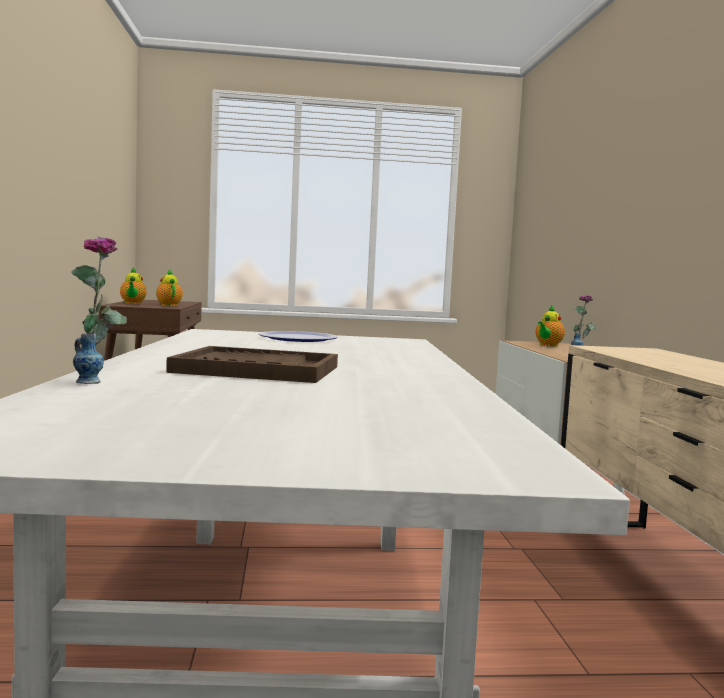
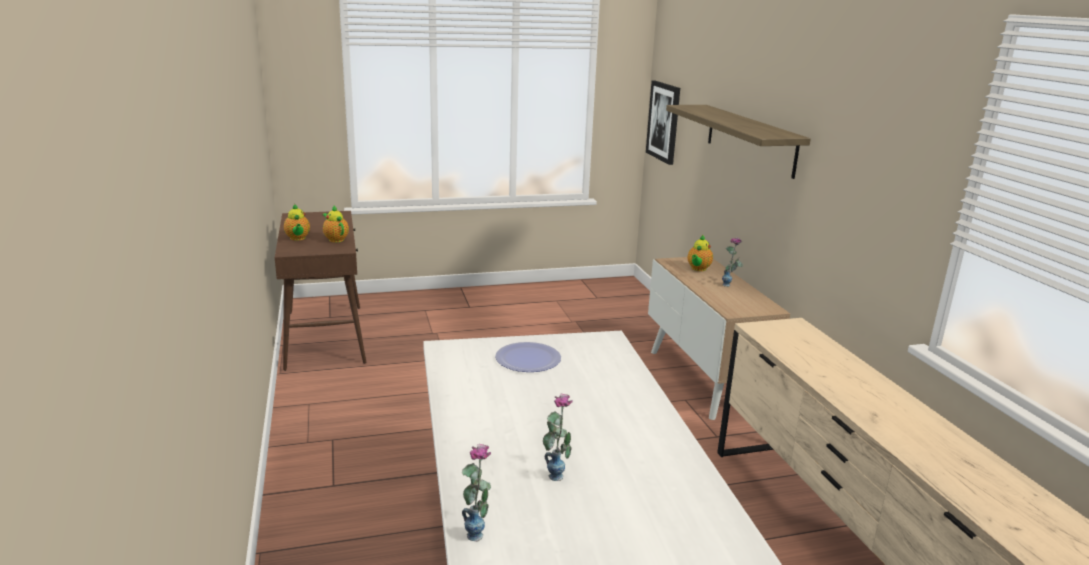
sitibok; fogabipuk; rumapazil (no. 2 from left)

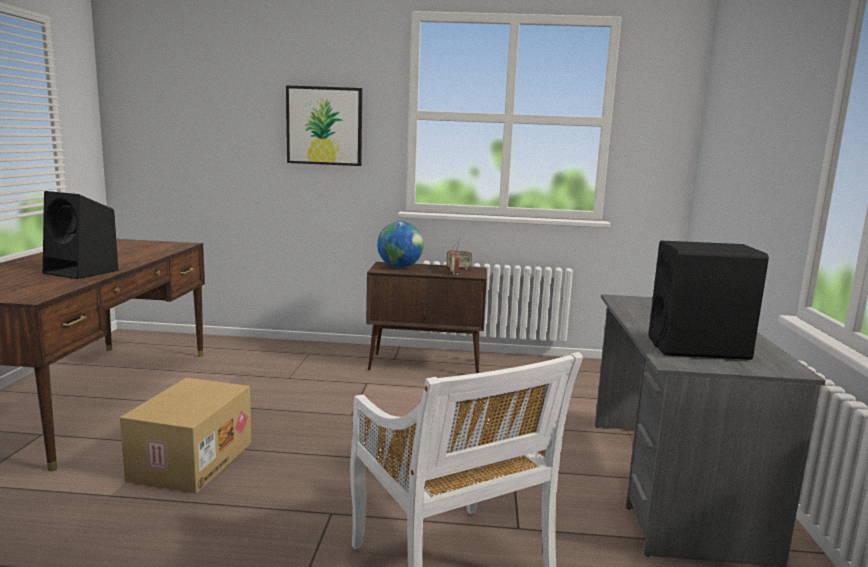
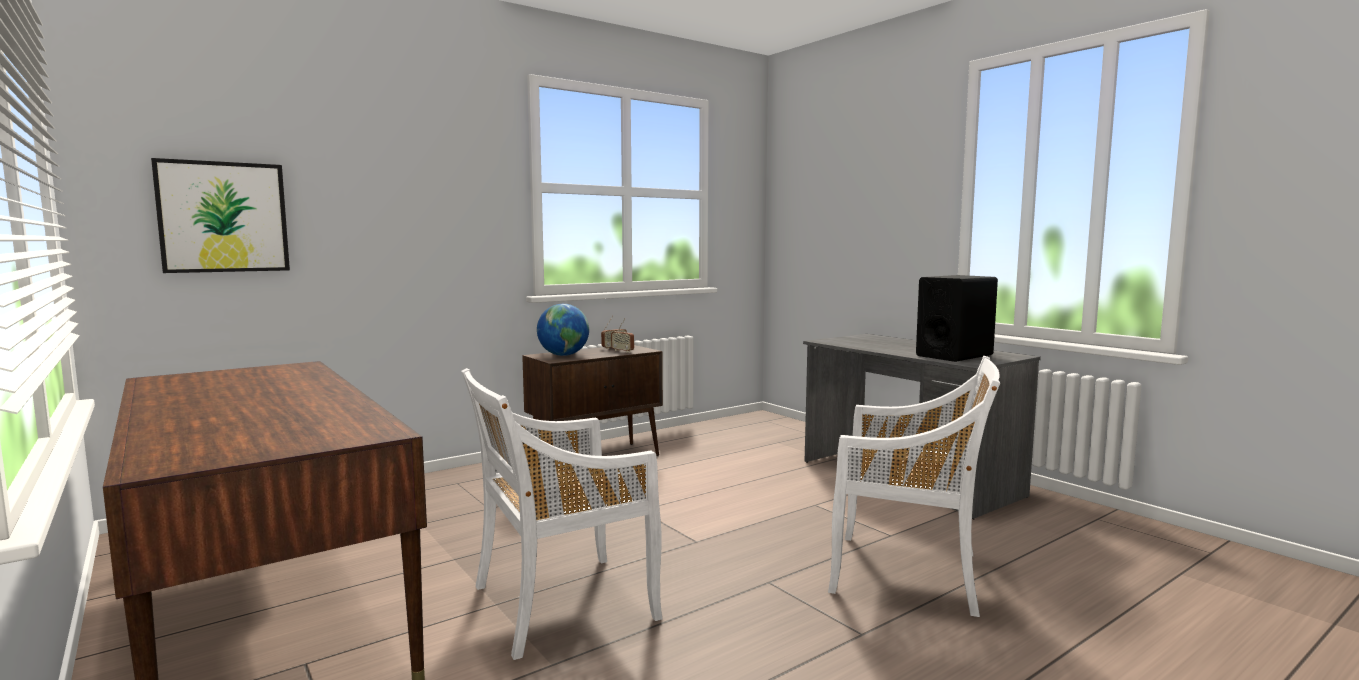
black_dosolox (no. 1 from left in the first image); sitibok; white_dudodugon (no. 1 from left)

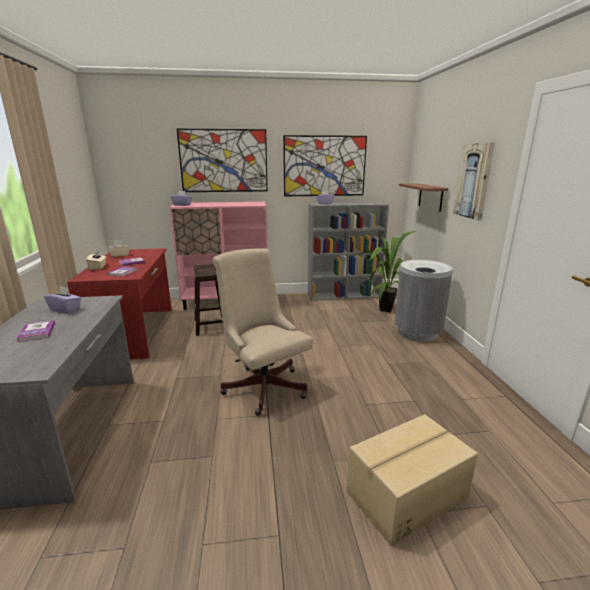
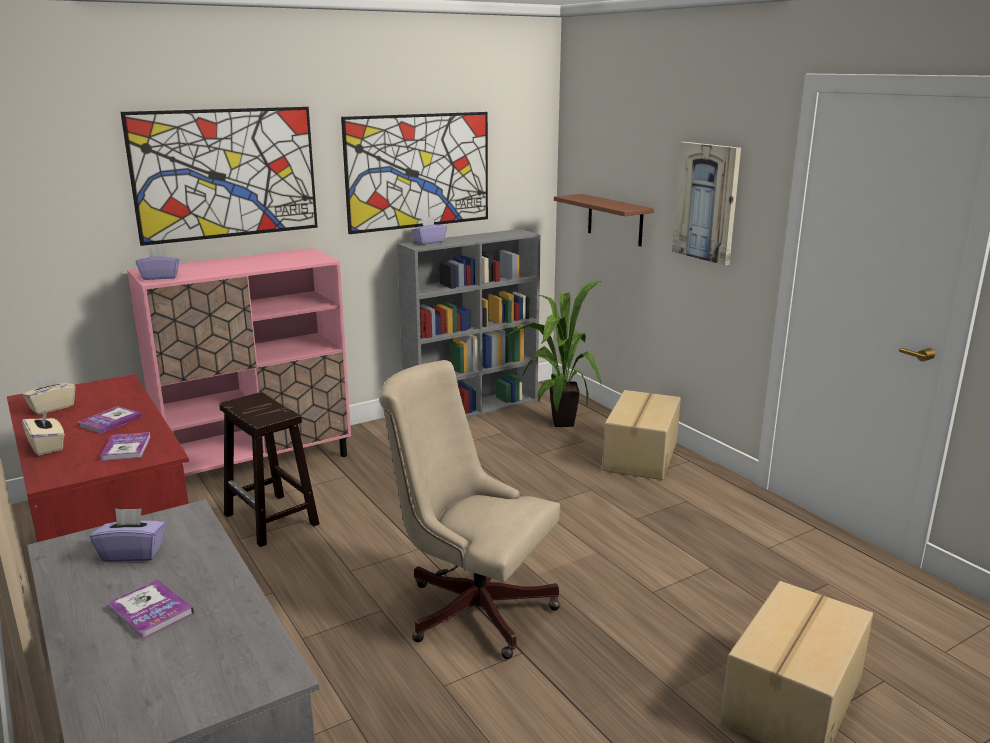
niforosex (no. 1 from left)

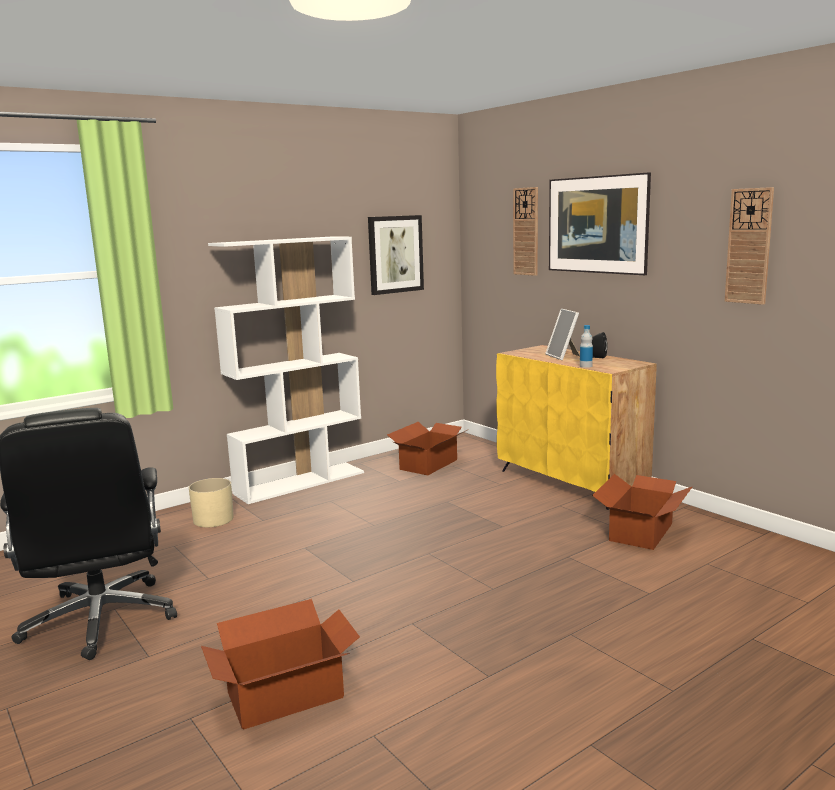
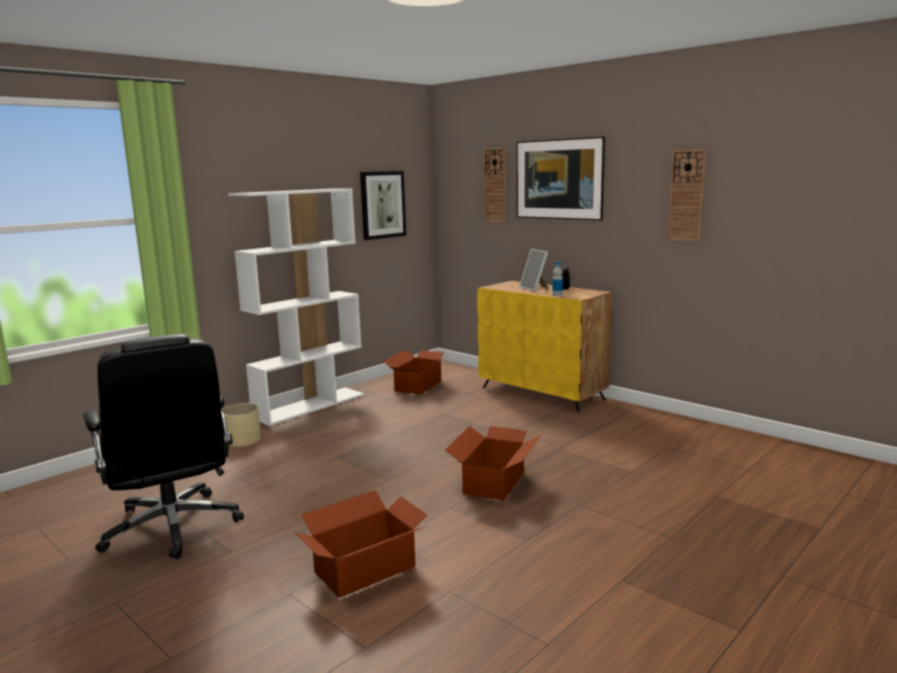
niforosex (no. 3 from left)

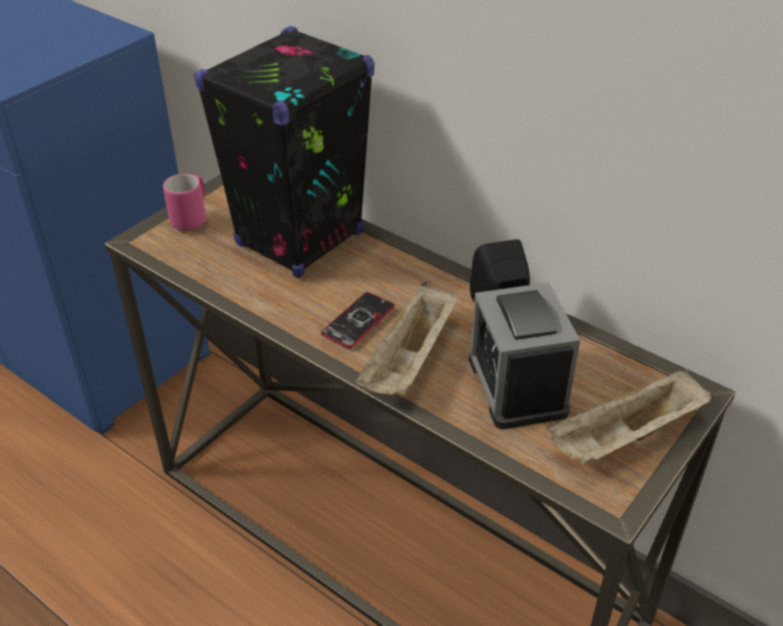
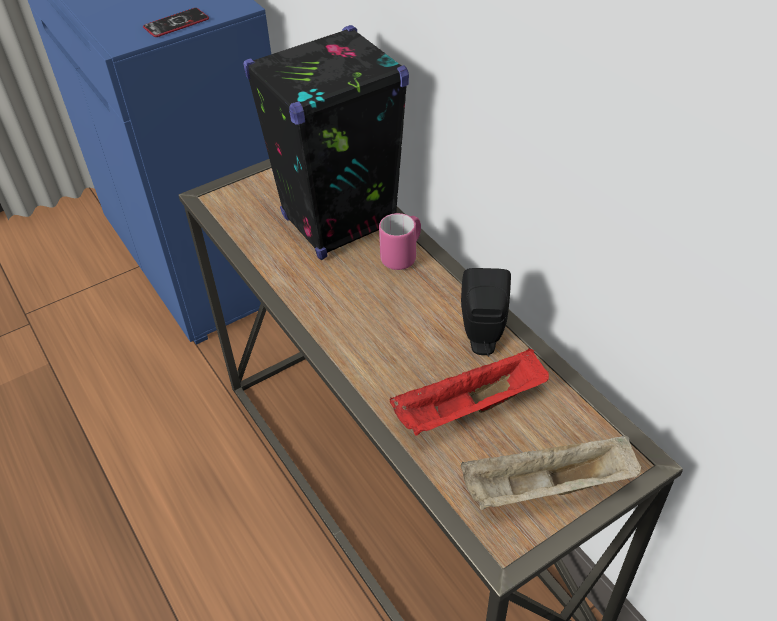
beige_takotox (no. 1 from left in the first image); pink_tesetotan; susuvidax; red_takotox

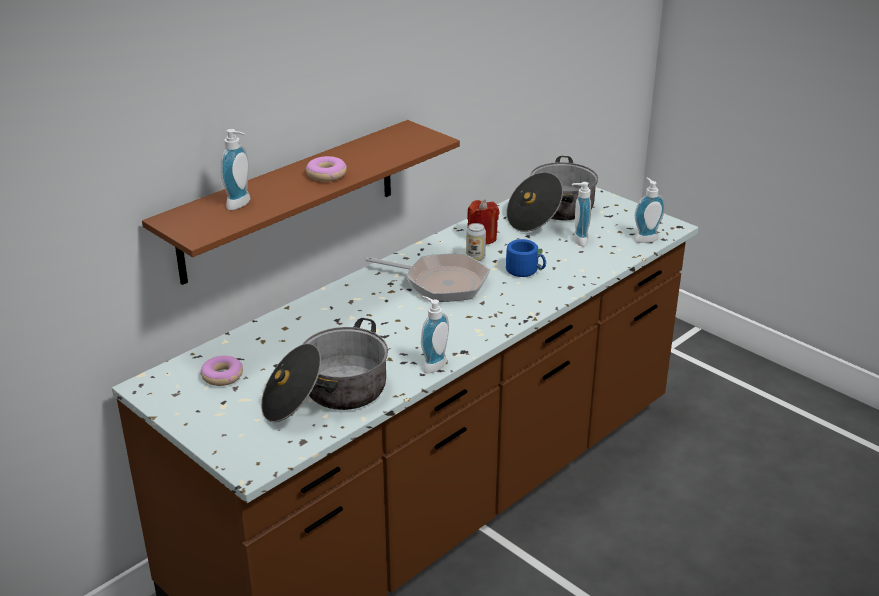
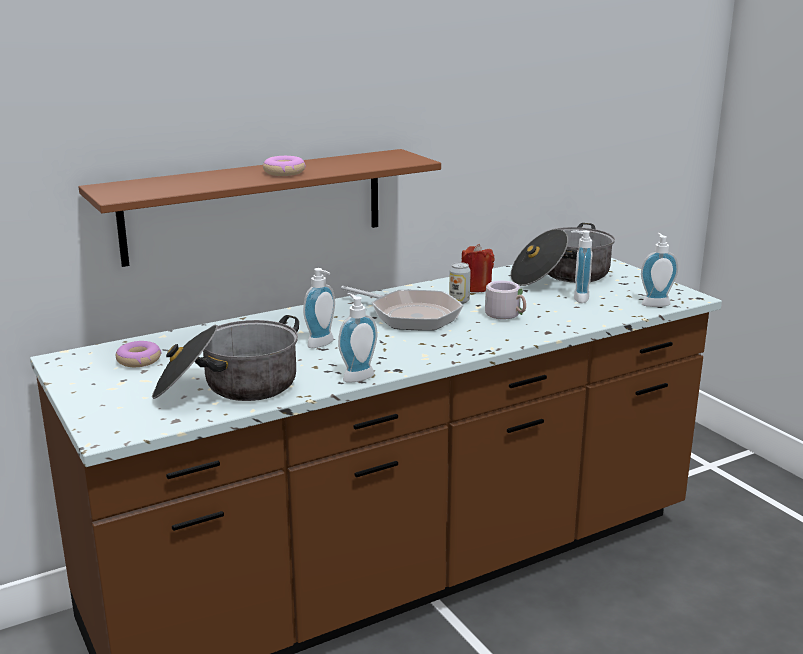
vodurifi (no. 1 from left); grey_tesetotan

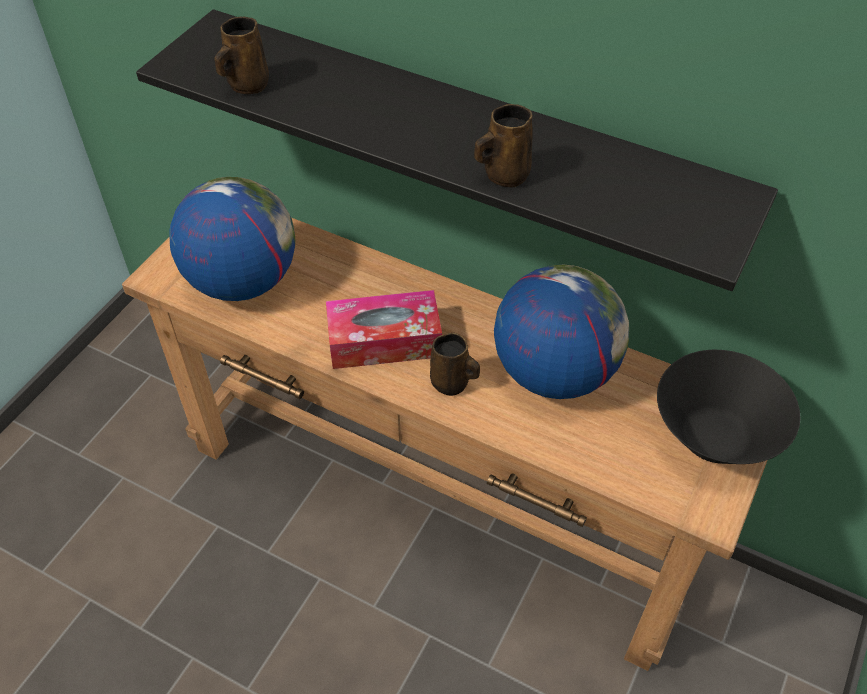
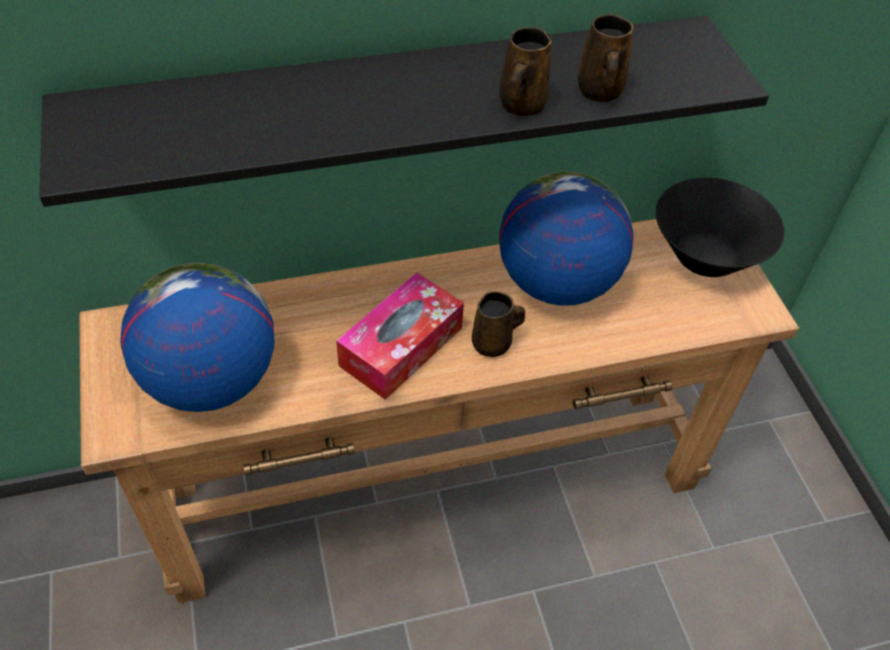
brown_tesetotan (no. 3 from left)

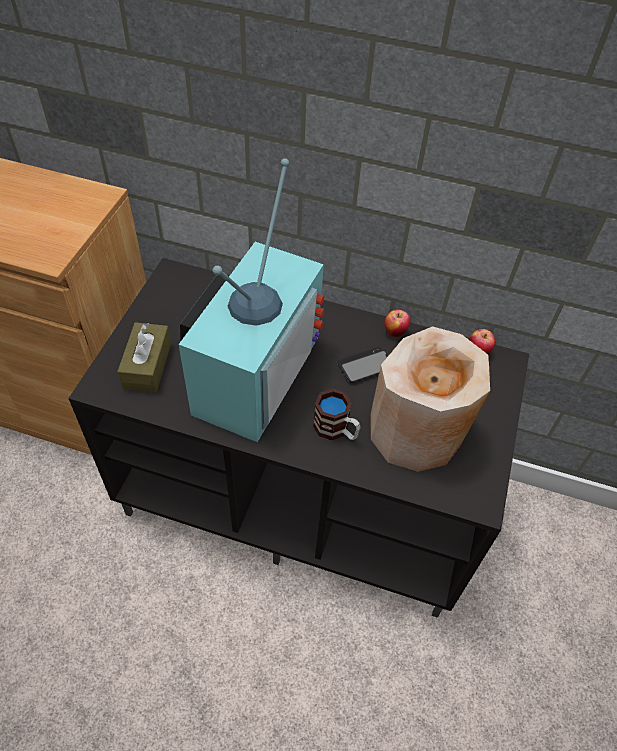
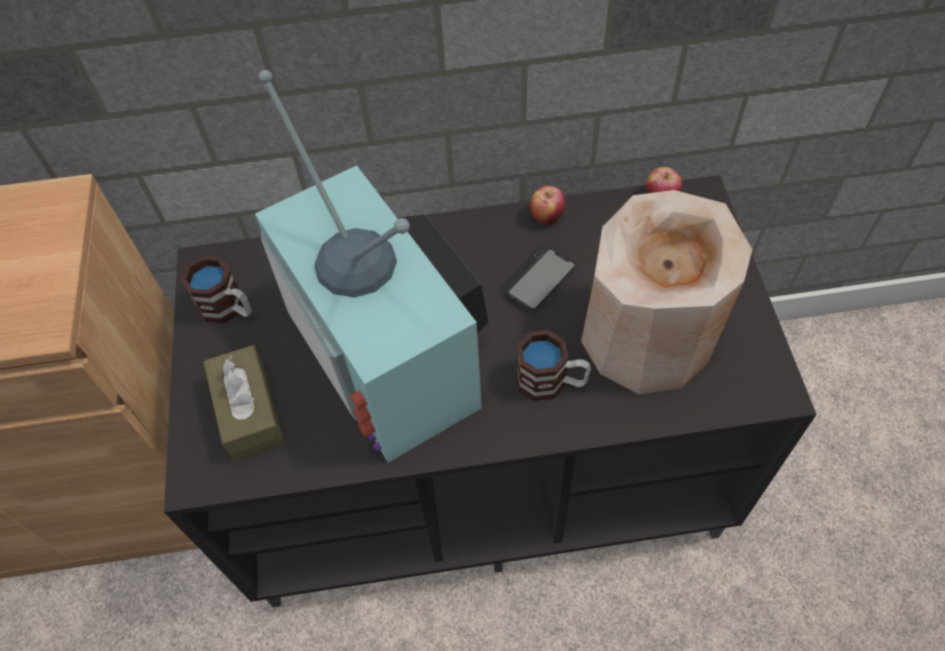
tesetotan (no. 1 from left); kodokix

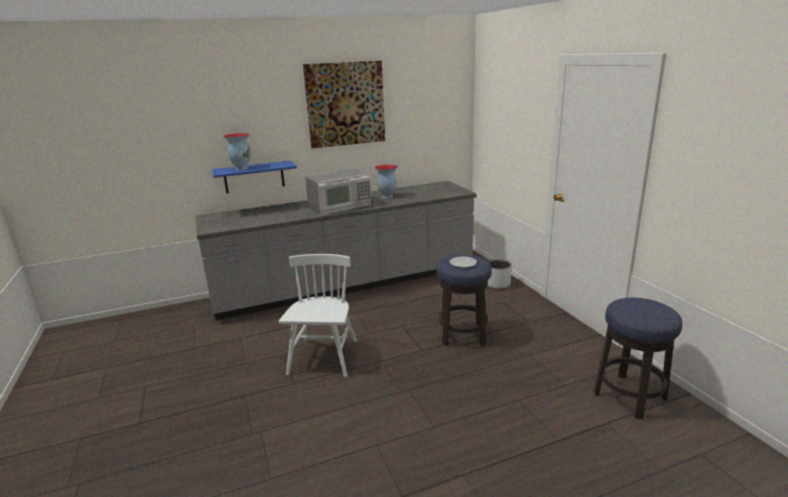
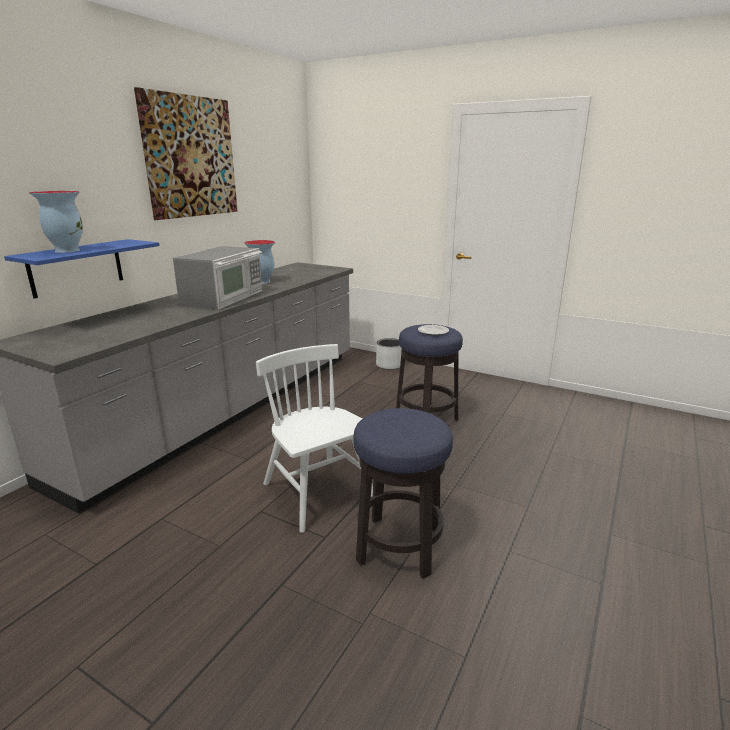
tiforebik (no. 1 from left)

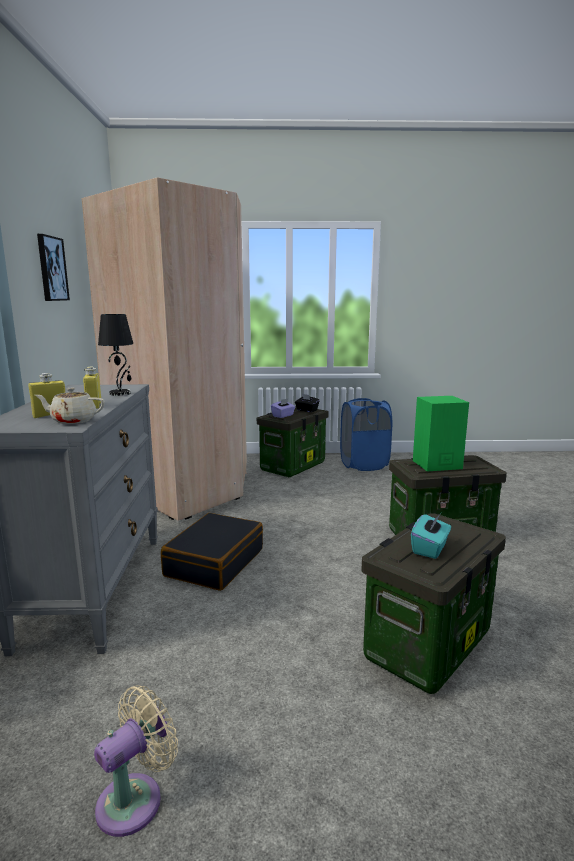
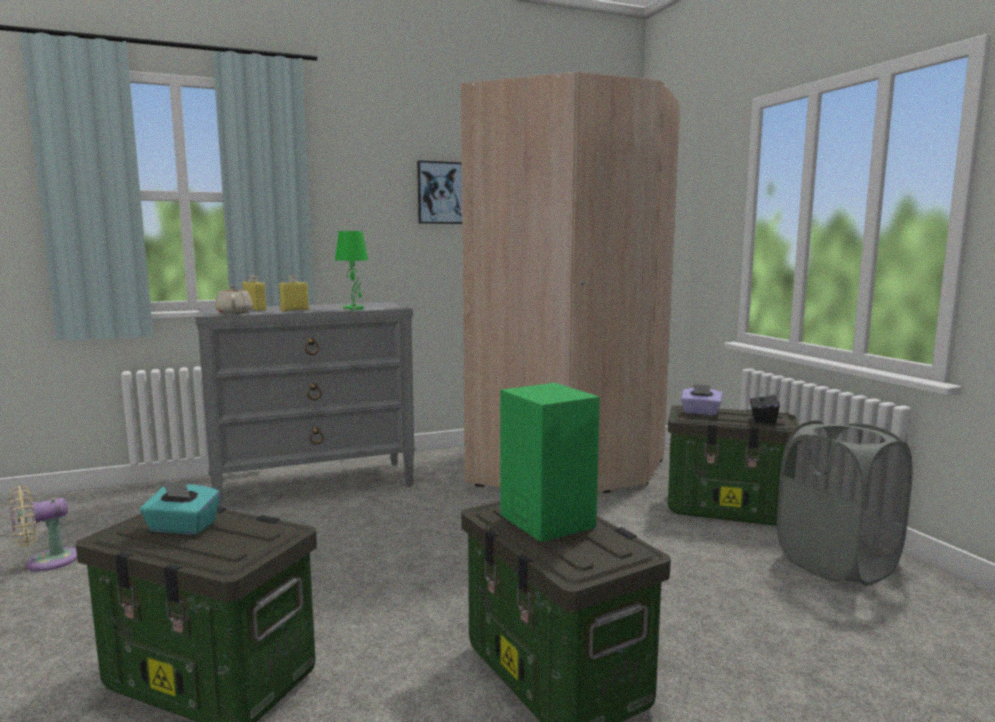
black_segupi; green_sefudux; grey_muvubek; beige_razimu

